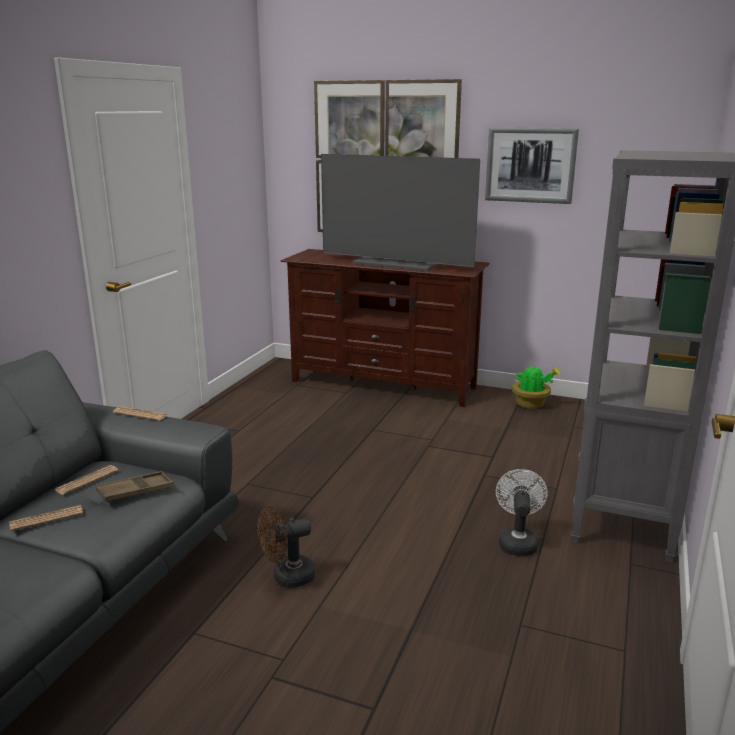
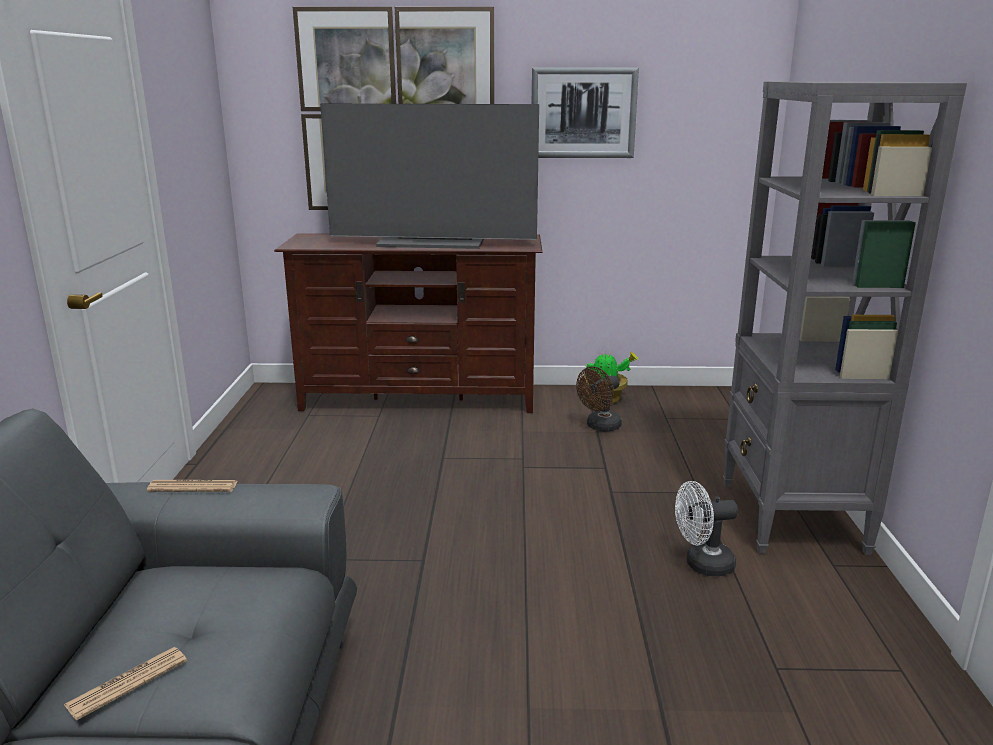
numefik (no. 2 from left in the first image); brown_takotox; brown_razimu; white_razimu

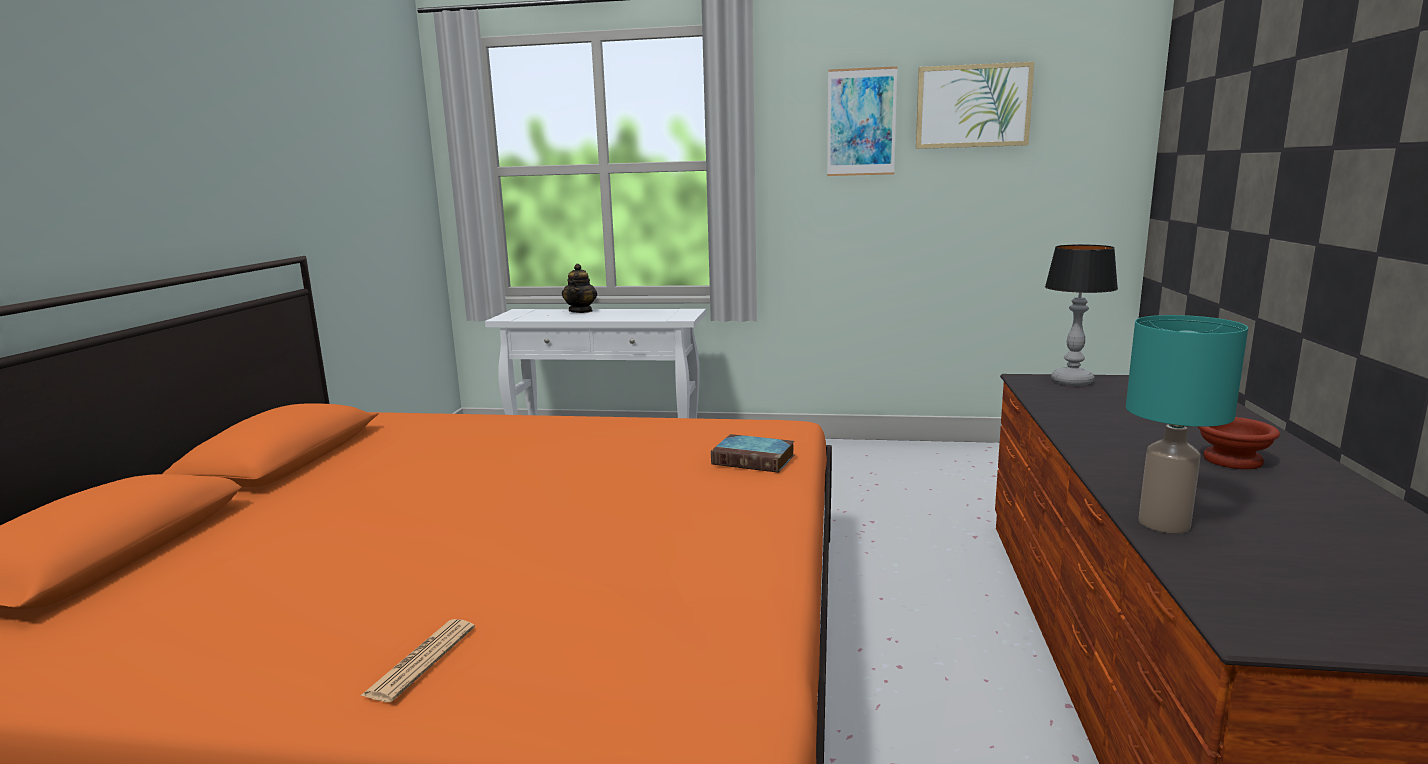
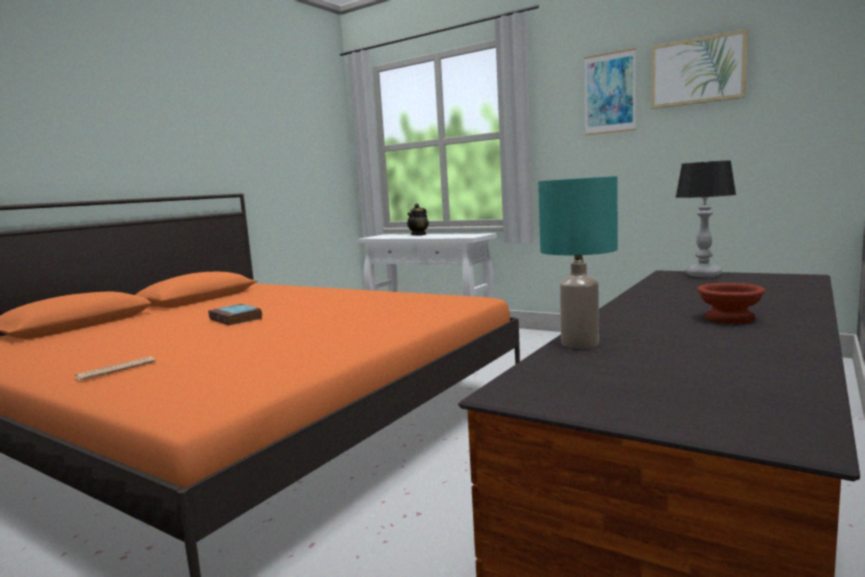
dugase

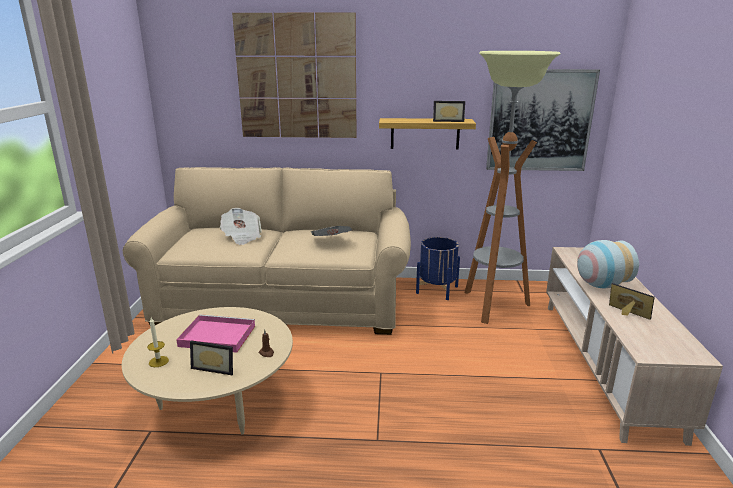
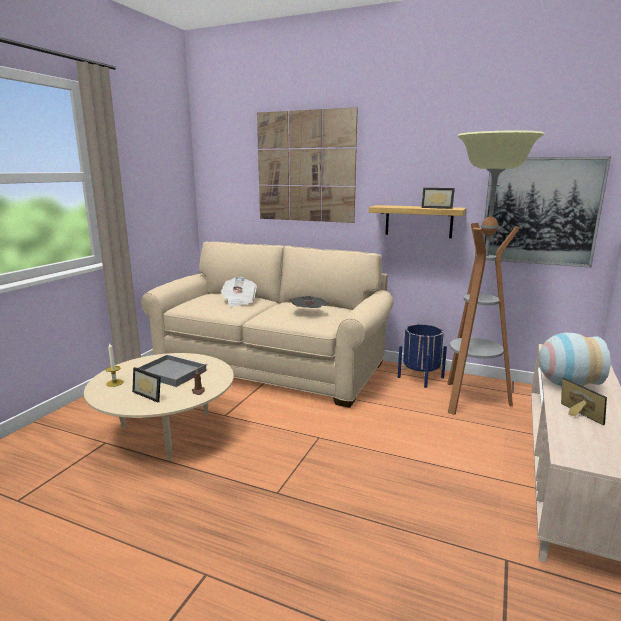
grey_takotox

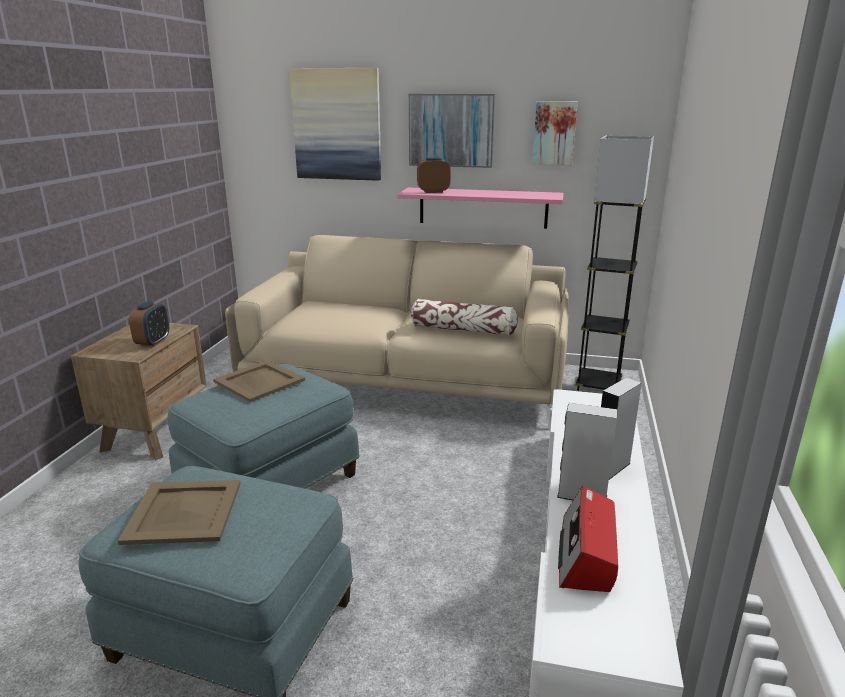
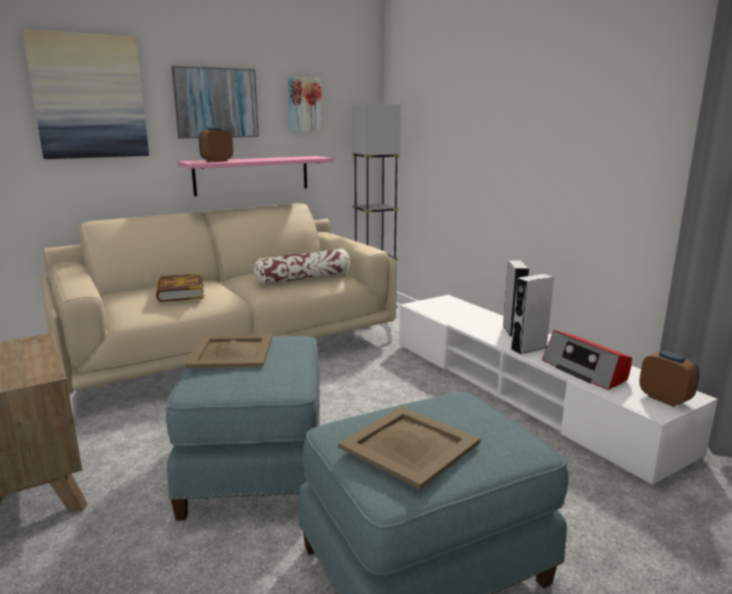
dugase; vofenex (no. 2 from left)

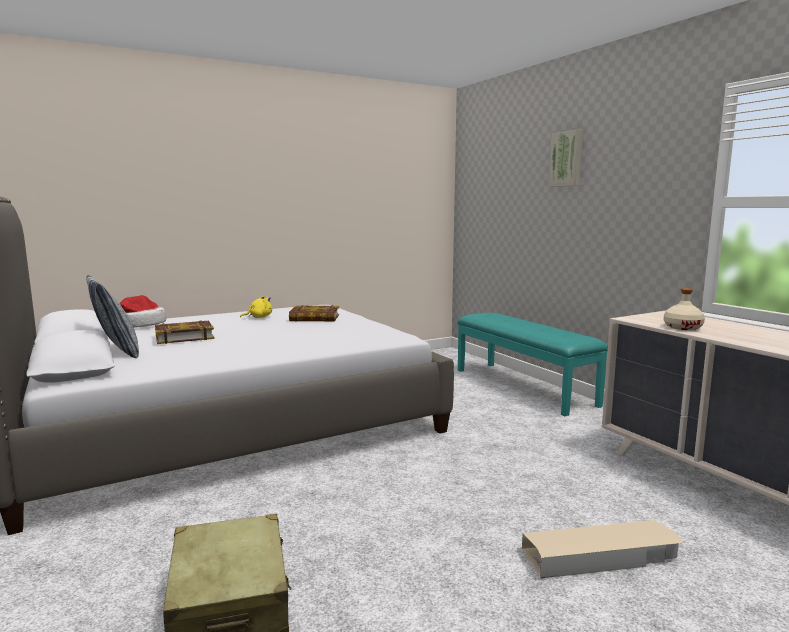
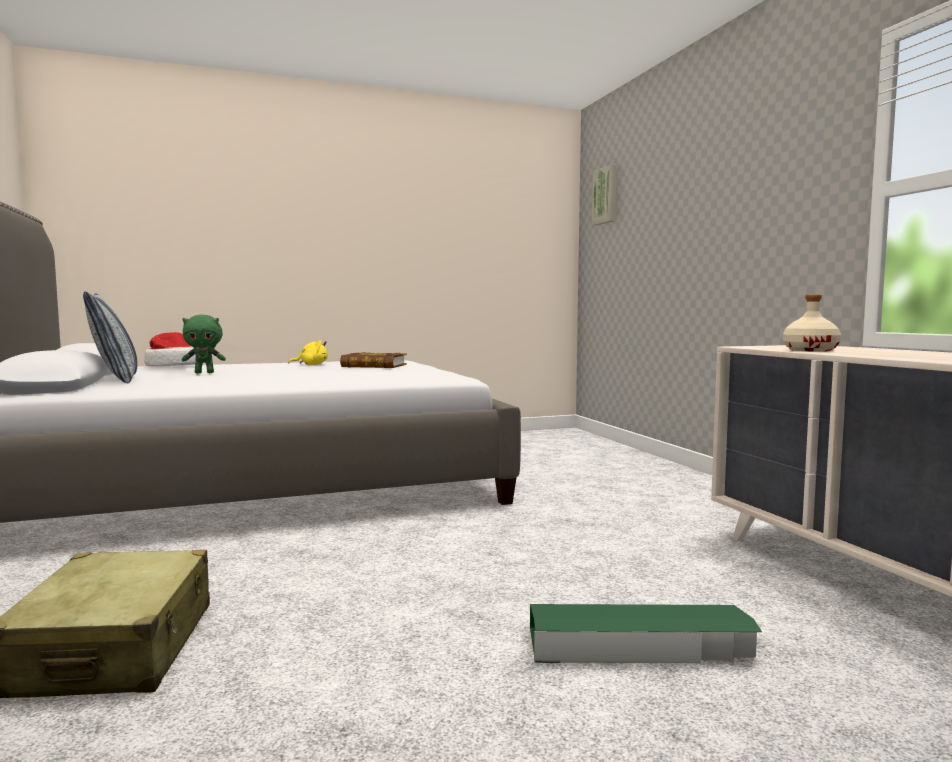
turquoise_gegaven; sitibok; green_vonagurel; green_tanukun

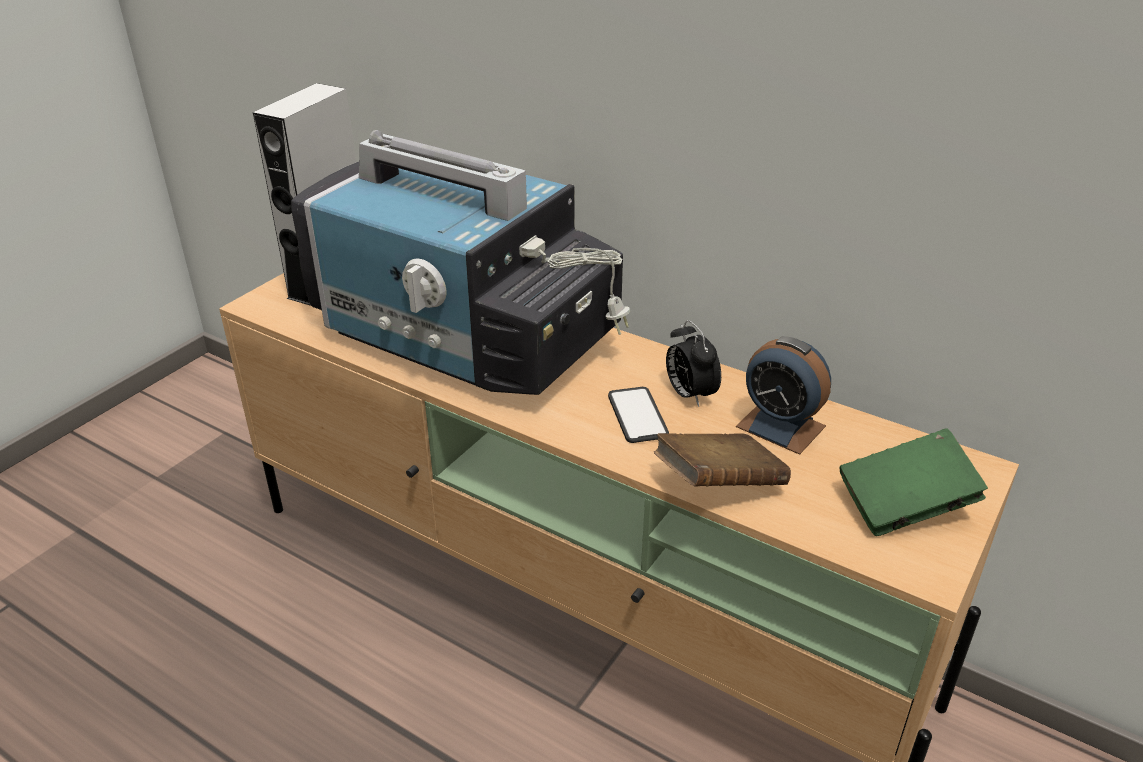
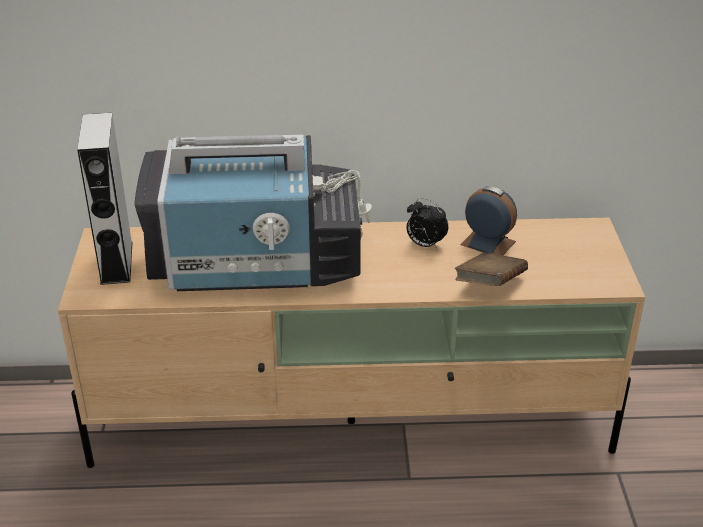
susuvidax; green_dugase; vofenex (no. 2 from left)

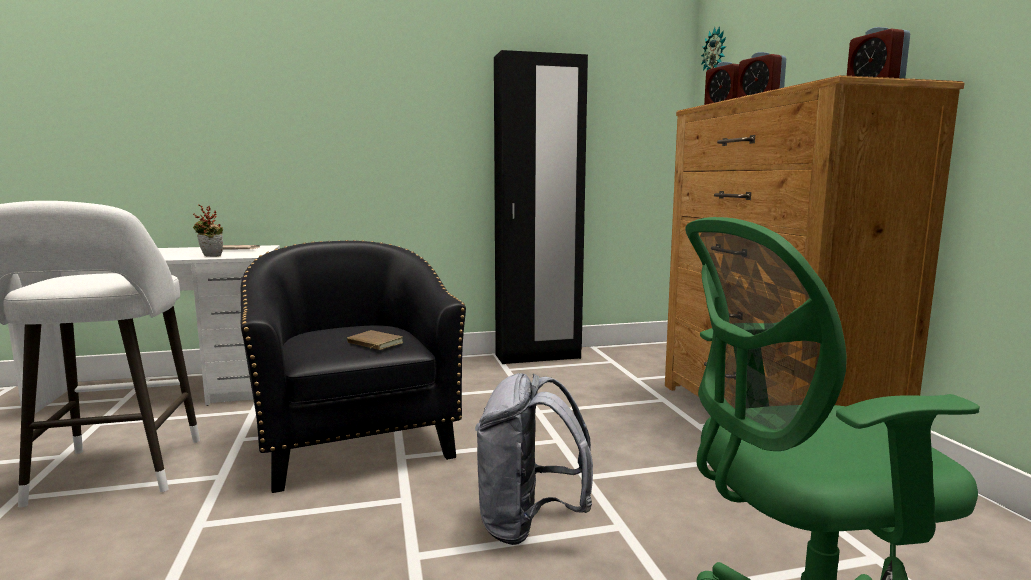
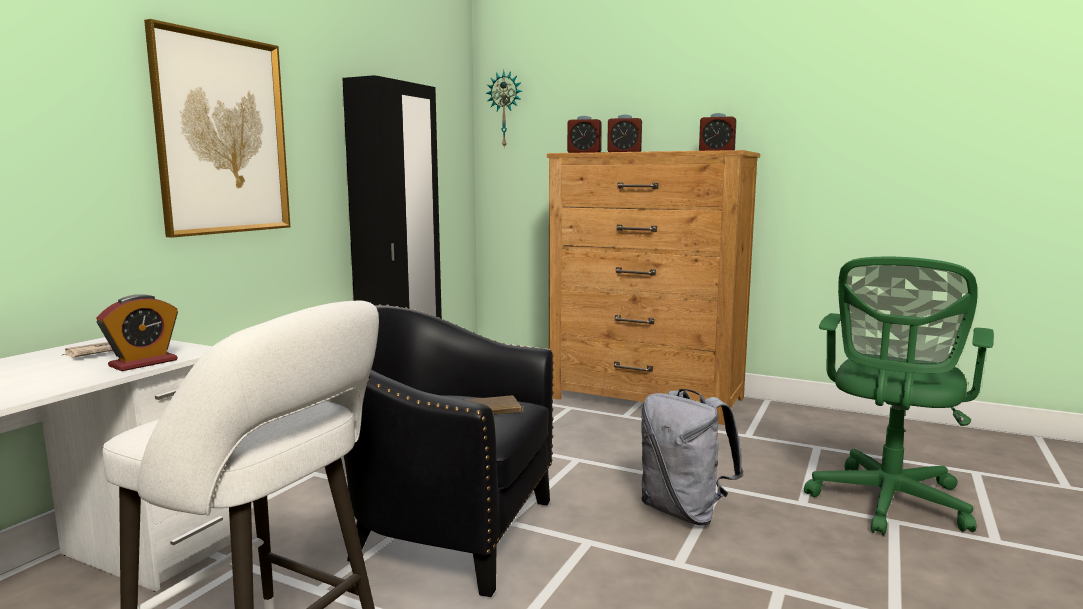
sitibok; vofenex (no. 1 from left)

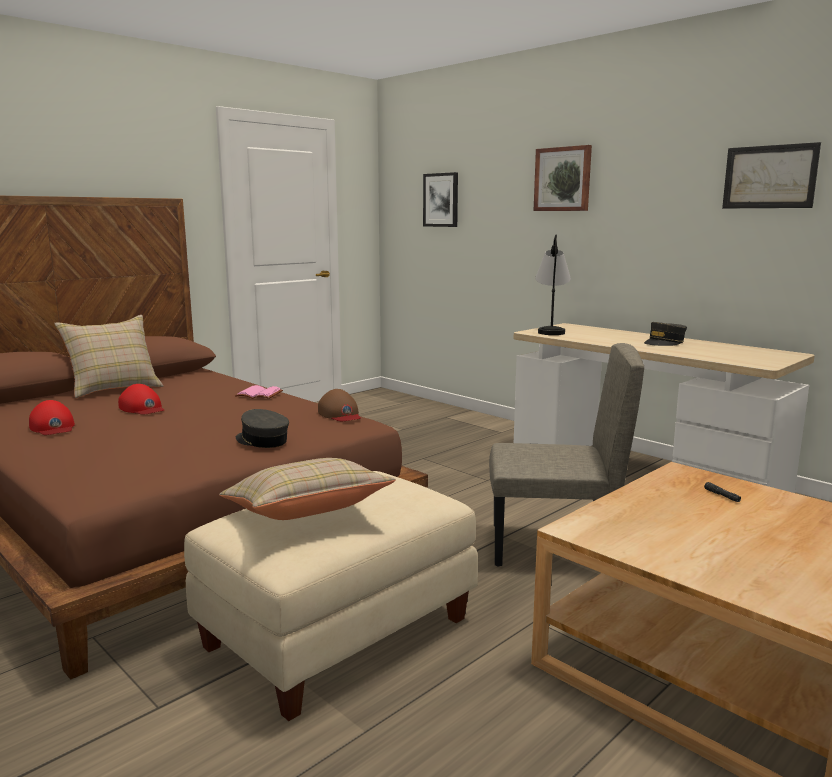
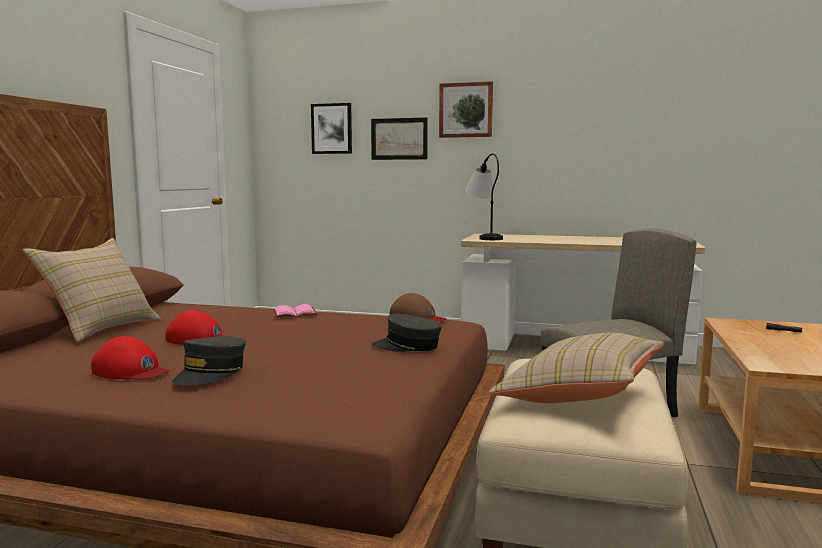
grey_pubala (no. 1 from left); sitibok (no. 2 from left)

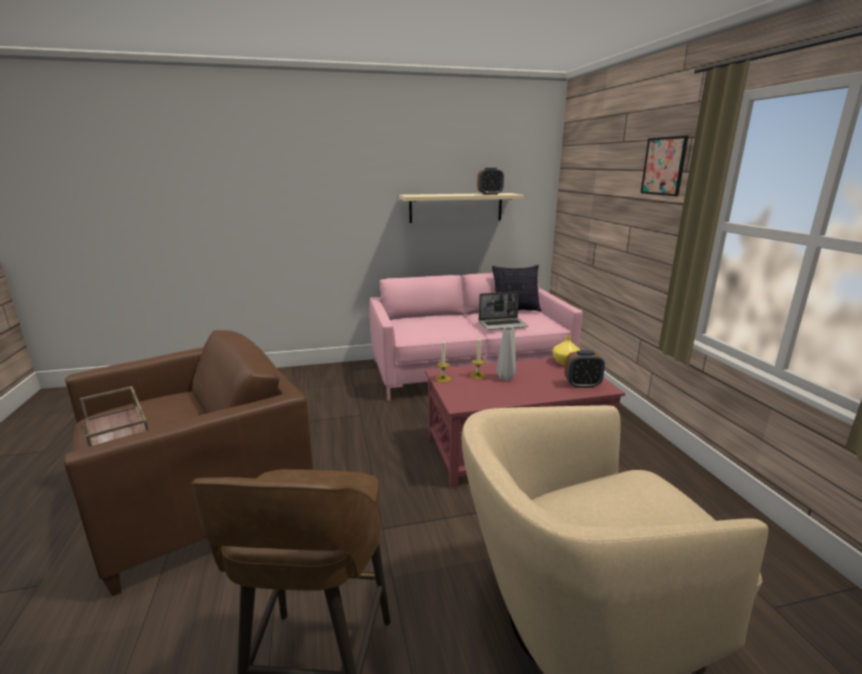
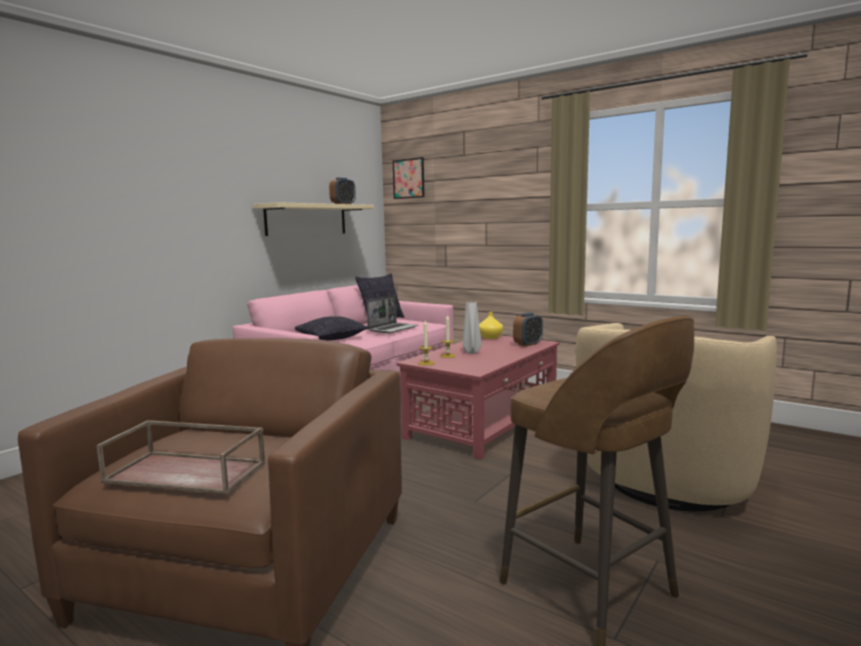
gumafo (no. 1 from left); sitibok

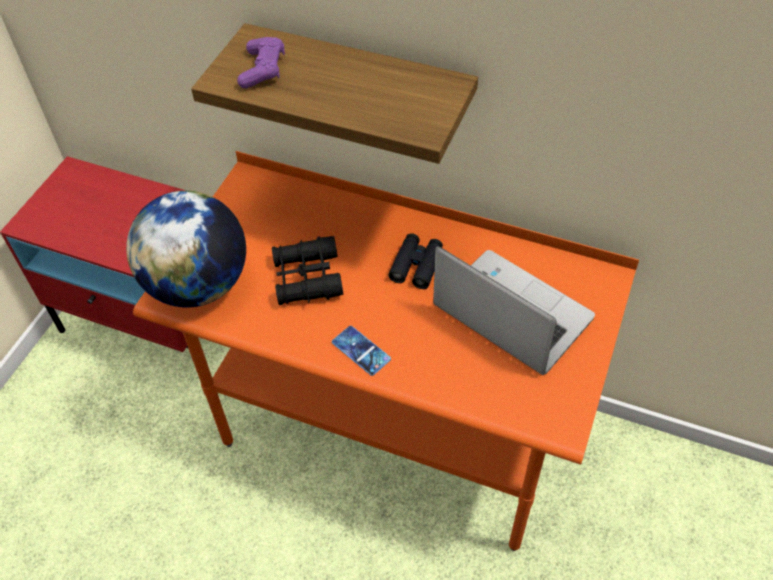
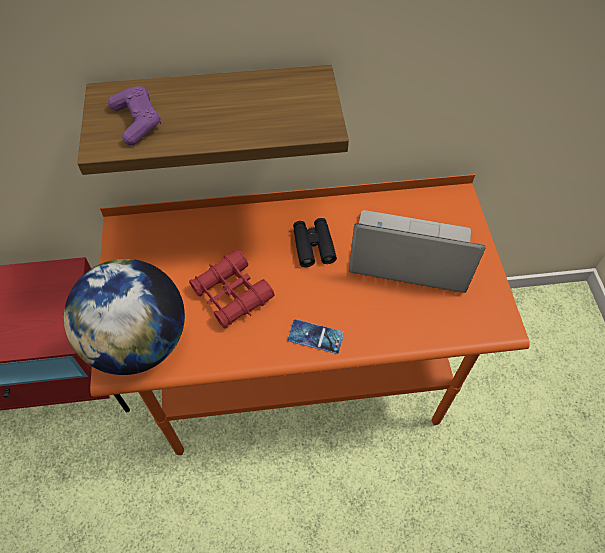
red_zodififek

